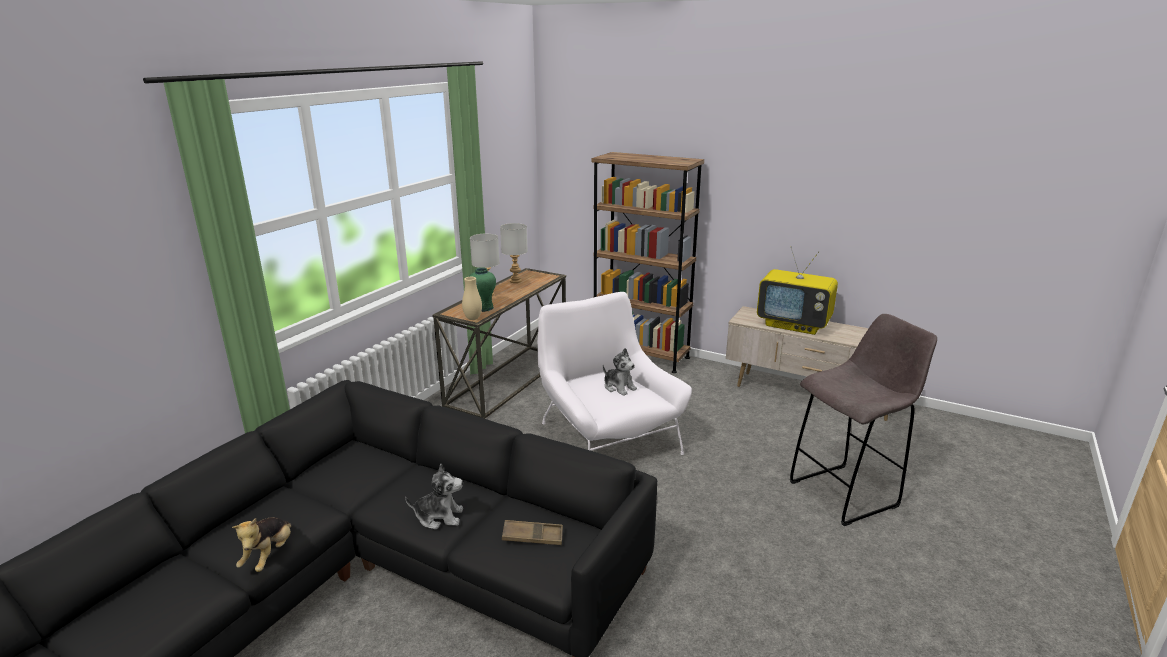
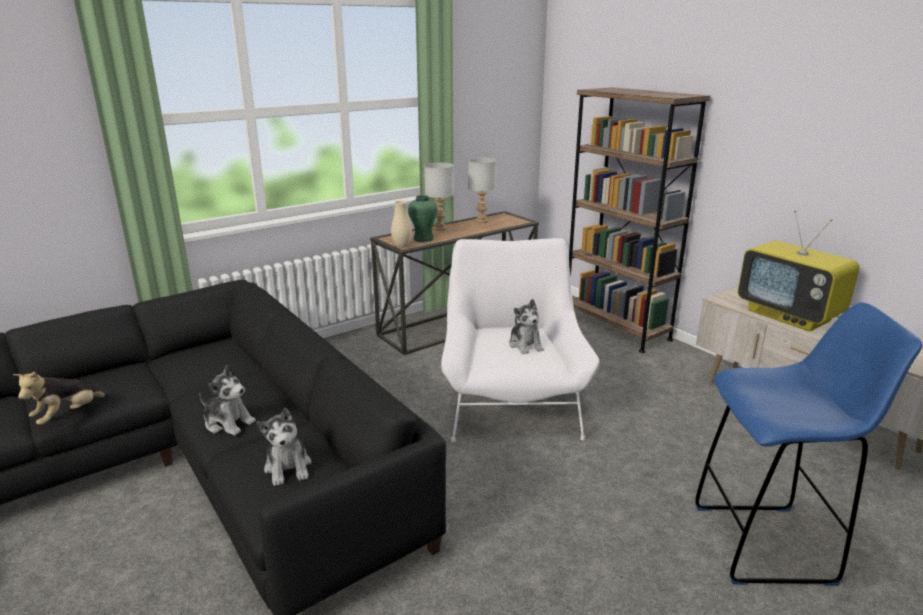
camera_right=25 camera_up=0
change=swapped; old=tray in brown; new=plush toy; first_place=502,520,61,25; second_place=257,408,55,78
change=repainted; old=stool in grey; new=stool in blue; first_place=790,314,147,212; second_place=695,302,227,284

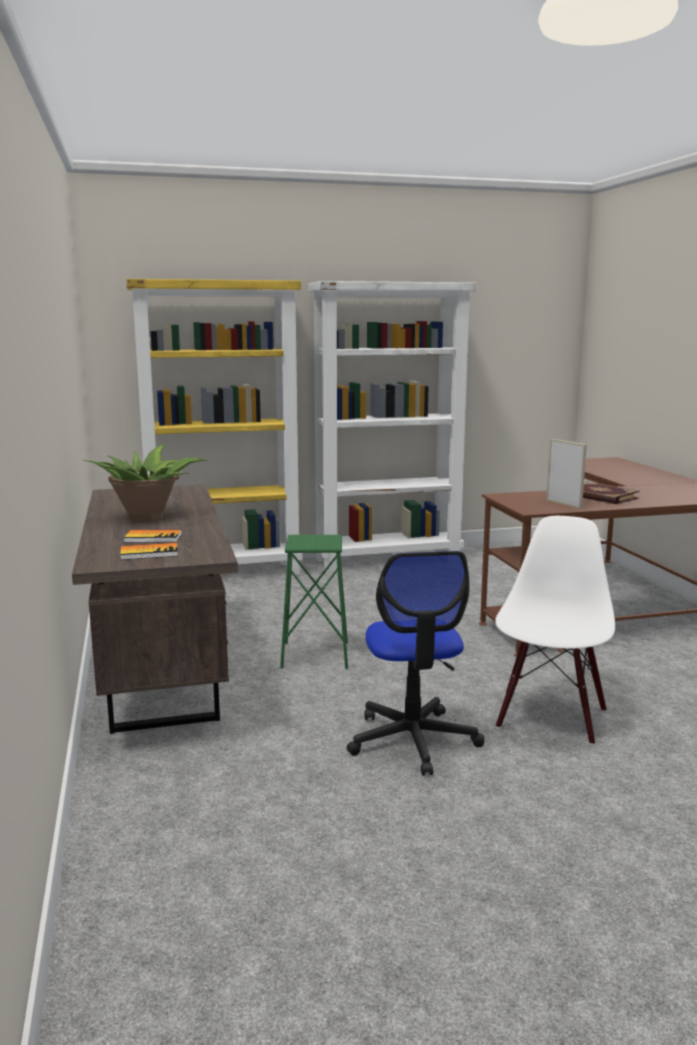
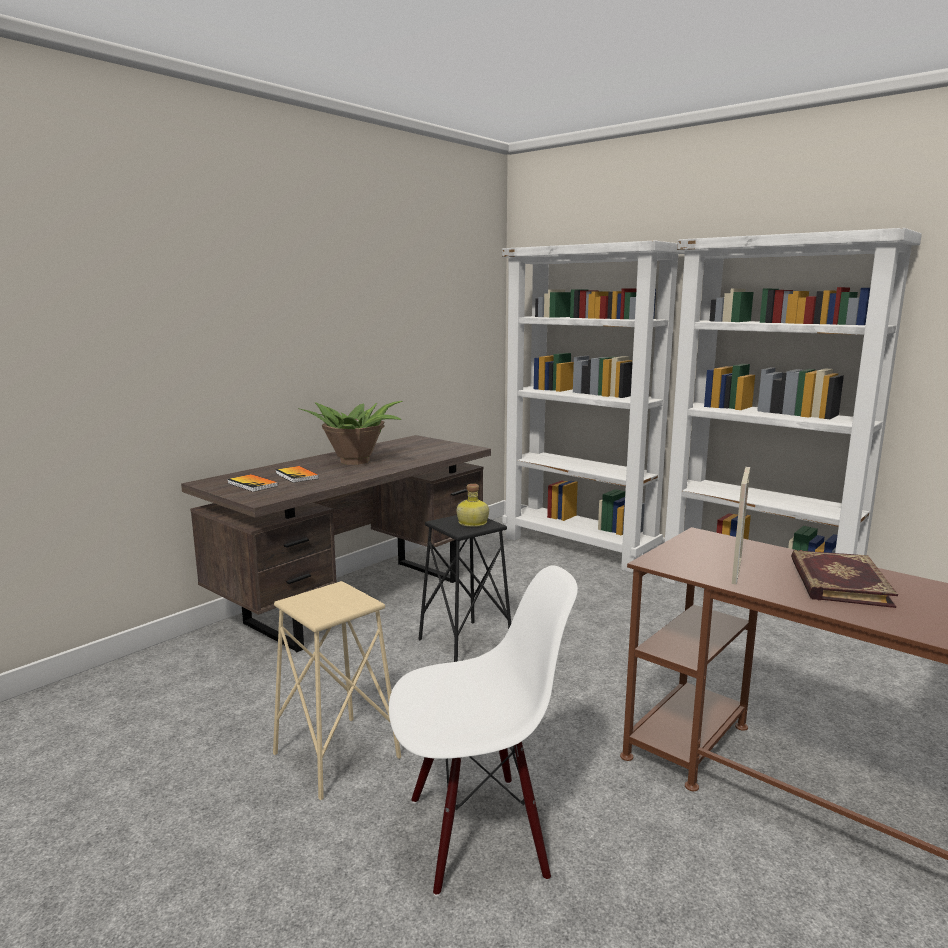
camera_right=55 camera_up=0
change=repainted; old=bookcase in yellow; new=bookcase in white; first_place=126,279,177,297; second_place=502,240,183,333
change=repainted; old=stool in green; new=stool in black; first_place=280,535,68,134; second_place=419,515,92,147
change=swapped; old=office chair; new=stool in beige; first_place=347,551,138,225; second_place=273,581,128,219
change=new; new=bottle; second_place=457,484,32,43

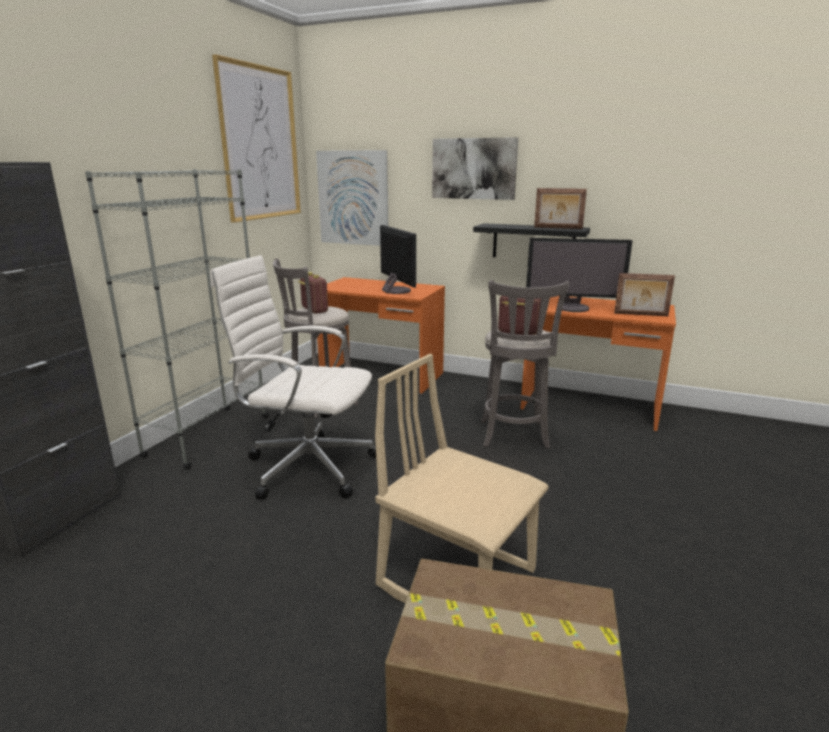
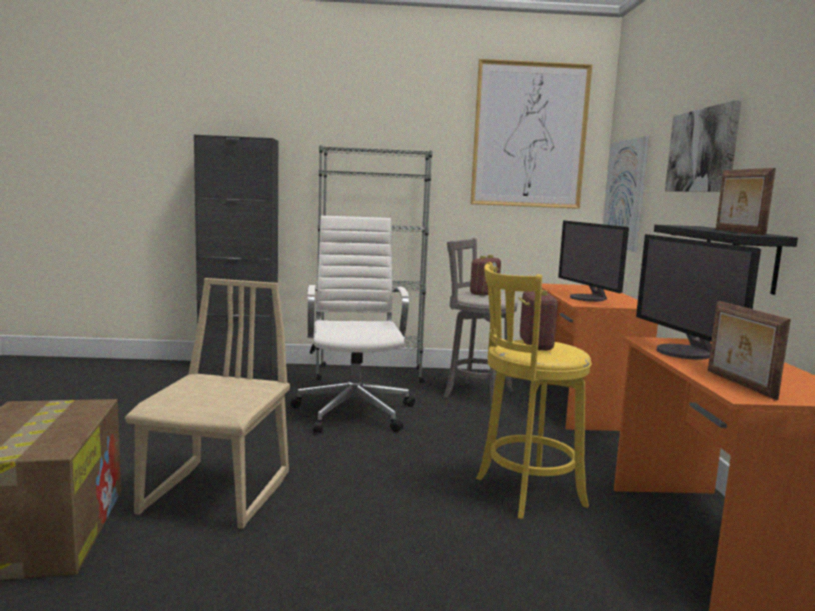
camera_right=65 camera_up=-10
change=rotated; old=monitor; first_place=380,225,36,69; second_place=558,220,71,82; degrees=120
change=repainted; old=stool in grey; new=stool in yellow; first_place=481,280,88,169; second_place=476,262,116,257

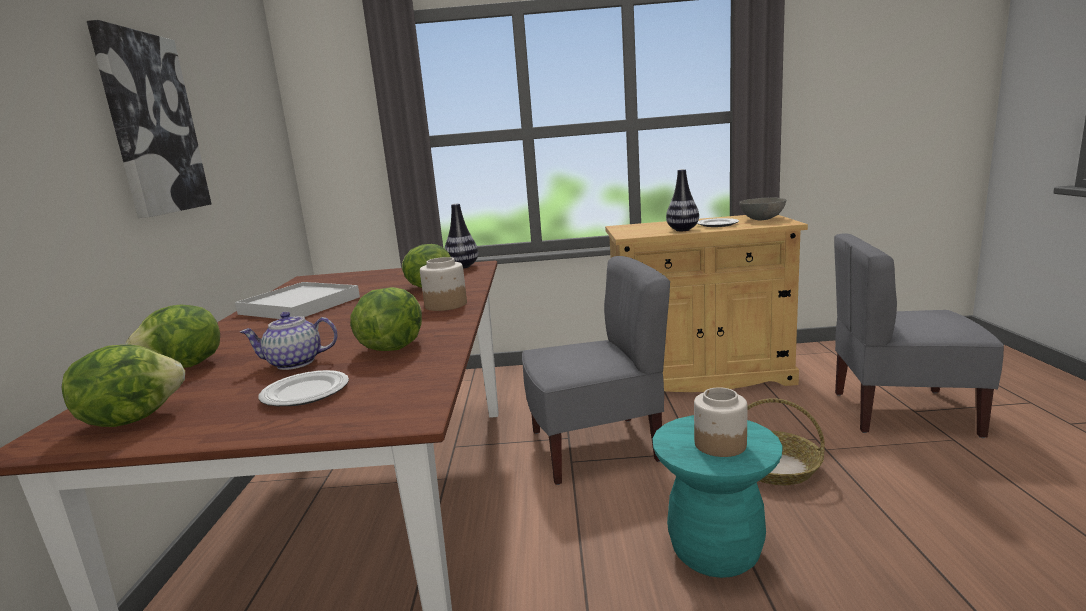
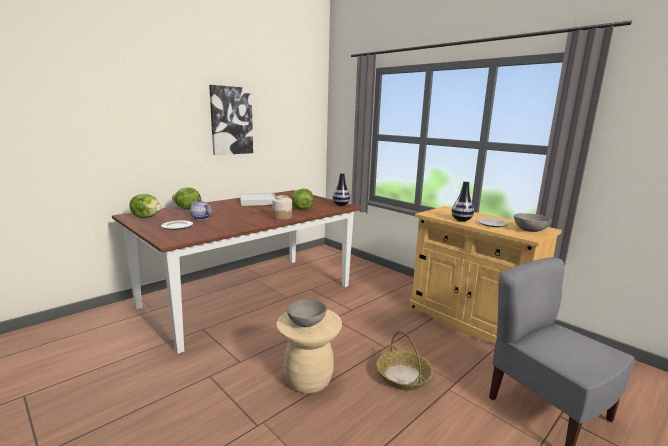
camera_right=45 camera_up=0
change=gone; old=lettuce; first_place=350,287,72,64
change=gone; old=chair in grey; first_place=522,256,148,229
change=repainted; old=stool in turquoise; new=stool in beige; first_place=653,415,130,163; second_place=277,309,65,84
change=swapped; old=jar; new=bowl in grey; first_place=694,387,54,70; second_place=287,299,40,28

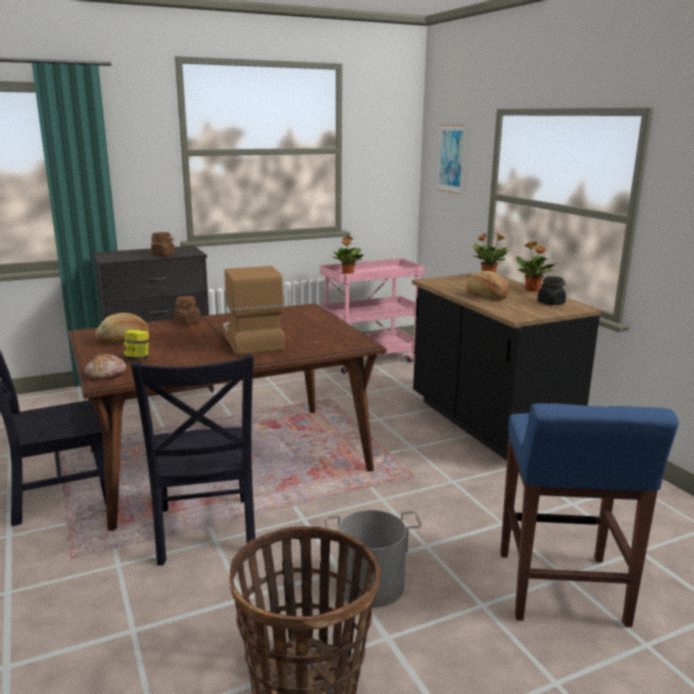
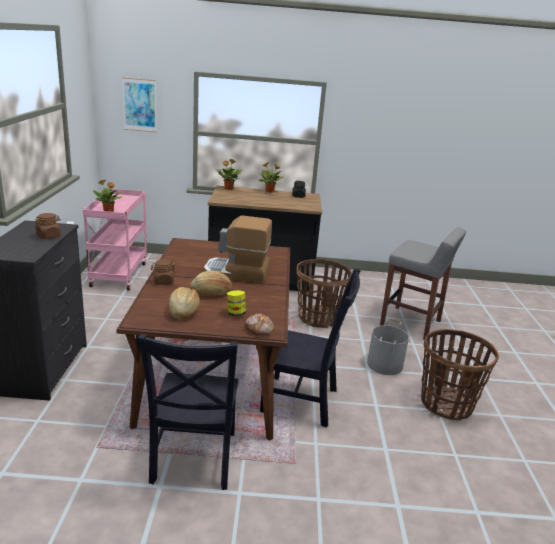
camera_right=-65 camera_up=5
change=shifted; old=bread; first_place=466,271,43,29; second_place=190,271,43,25
change=repainted; old=stool in blue; new=stool in grey; first_place=500,403,179,224; second_place=380,227,86,113
change=new; new=basket; second_place=296,259,56,69

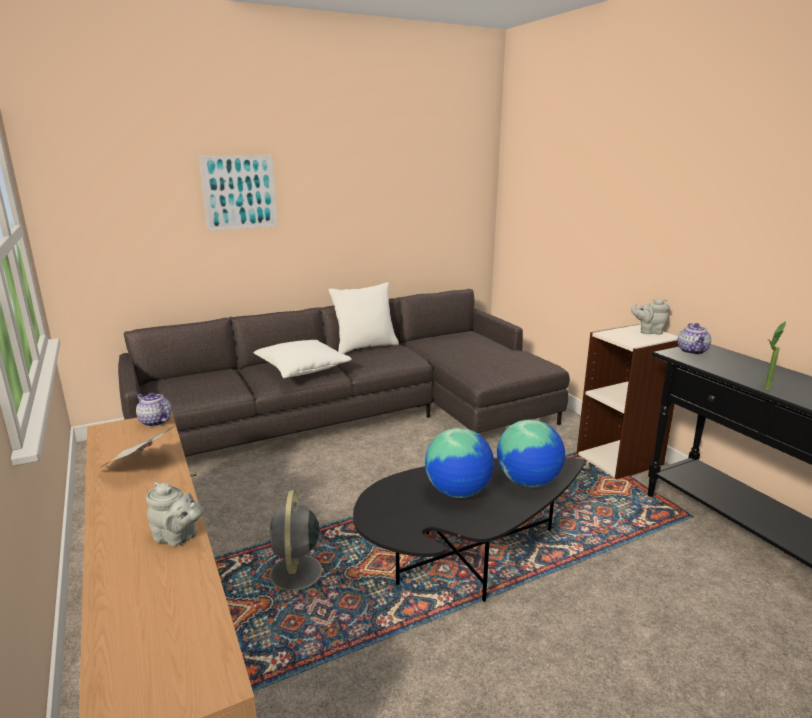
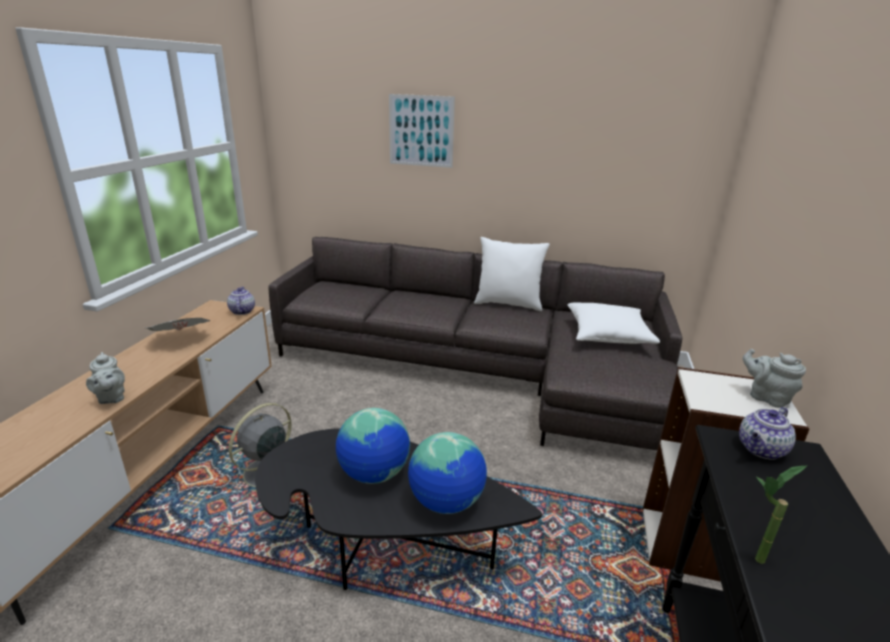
camera_right=40 camera_up=5
change=shifted; old=pillow in white; first_place=253,340,99,38; second_place=567,302,93,42

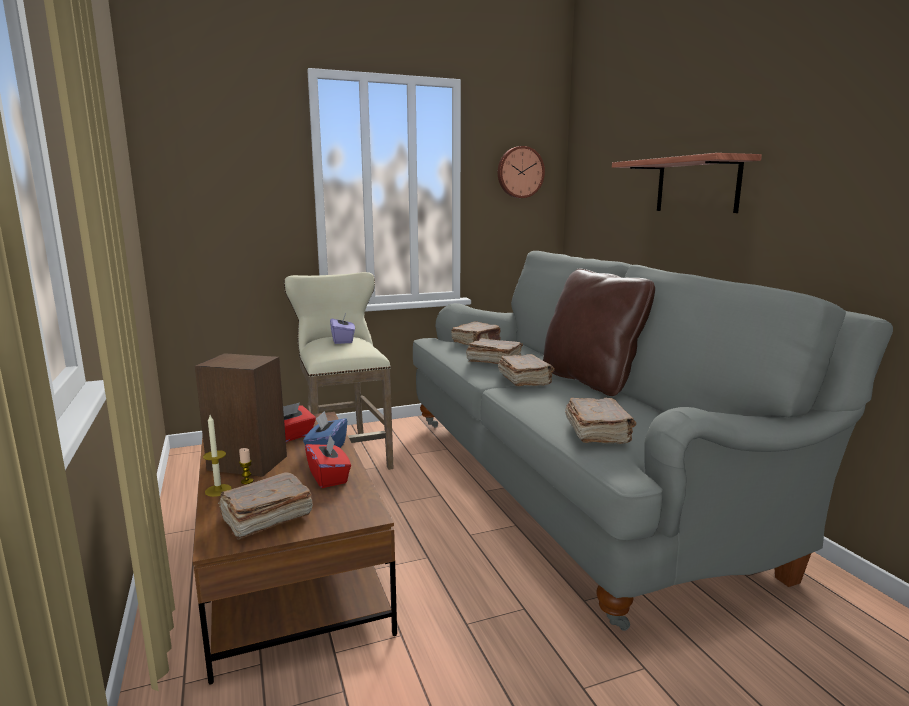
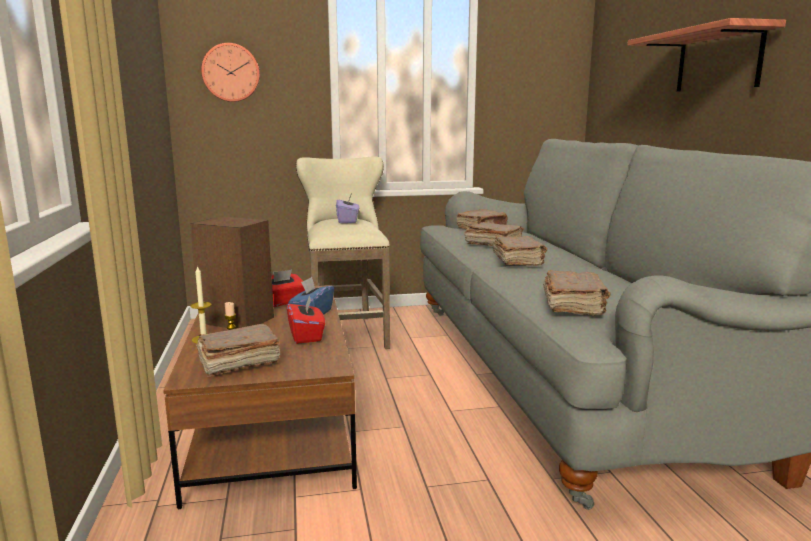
camera_right=10 camera_up=0
change=shifted; old=wall clock; first_place=498,146,47,52; second_place=201,43,59,59
change=gone; old=pillow in brown; first_place=543,269,112,127

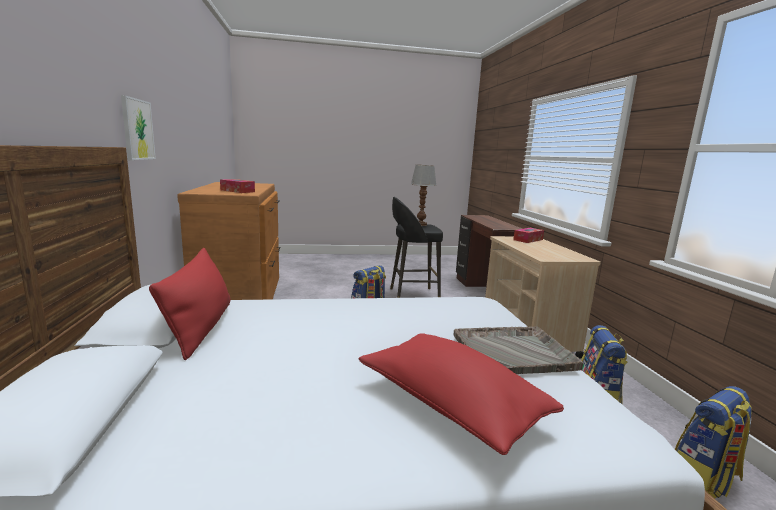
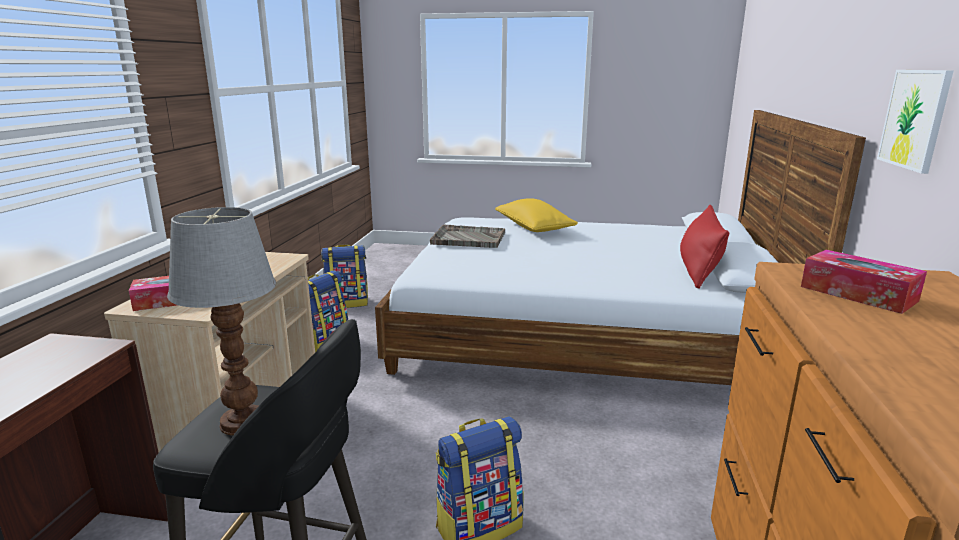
camera_right=-160 camera_up=5
change=repainted; old=pillow in red; new=pillow in yellow; first_place=359,334,205,121; second_place=495,198,83,34

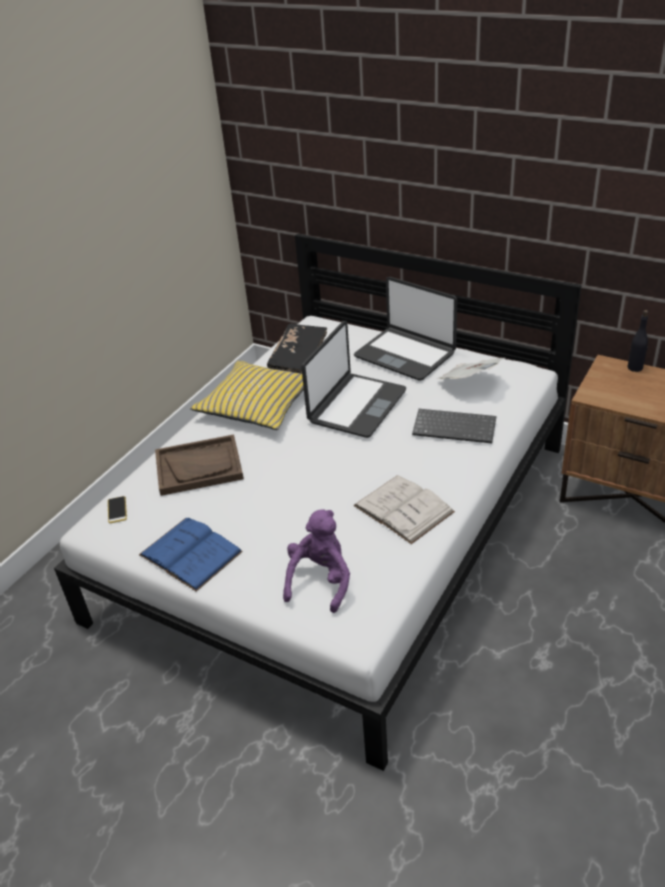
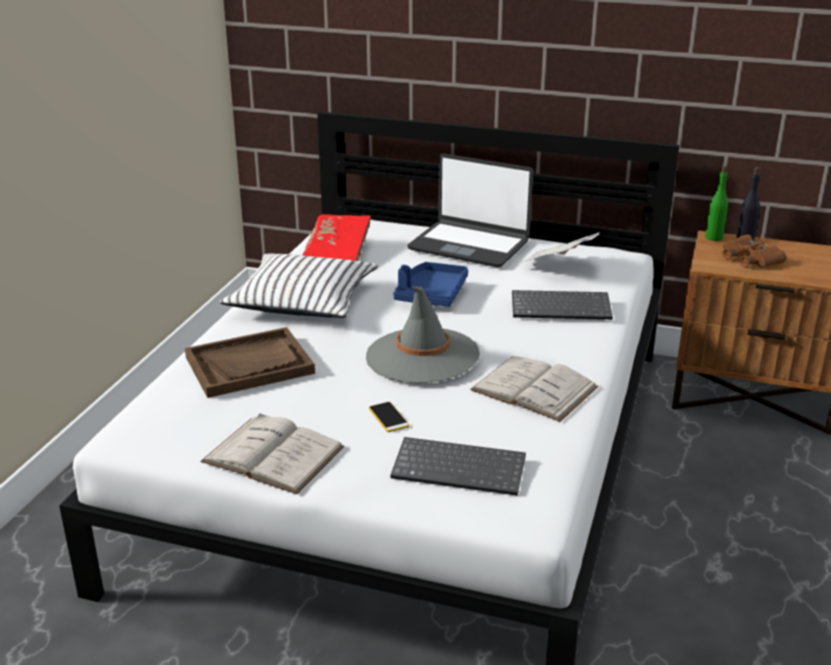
camera_right=-15 camera_up=-10
change=shifted; old=phone; first_place=108,496,19,27; second_place=369,402,40,30
change=repainted; old=book in blue; new=book in white; first_place=139,518,104,73; second_place=200,413,144,81
change=repainted; old=pillow in yellow; new=pillow in white; first_place=190,361,114,69; second_place=220,253,158,65
change=repainted; old=book in black; new=book in red; first_place=267,323,60,51; second_place=302,214,69,47
change=swapped; old=plush toy in purple; new=keyboard; first_place=283,510,67,103; second_place=390,437,136,59
change=swapped; old=laptop; new=tray in blue; first_place=301,321,105,117; second_place=394,262,74,45
change=new; new=hat in grey; second_place=366,287,114,96
change=new; new=bottle in green; second_place=705,166,23,75
change=new; new=binoculars in brown; second_place=722,235,64,32

